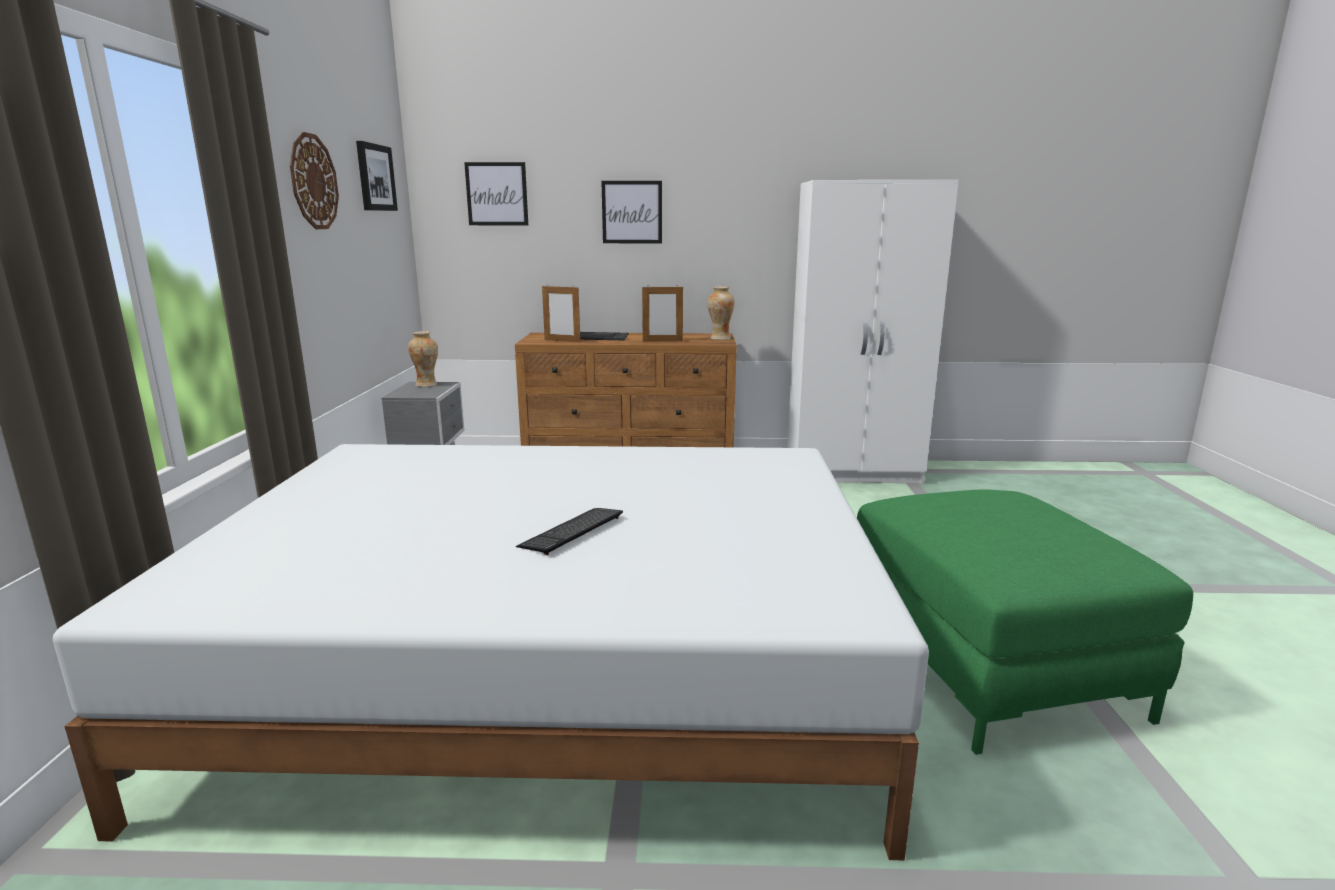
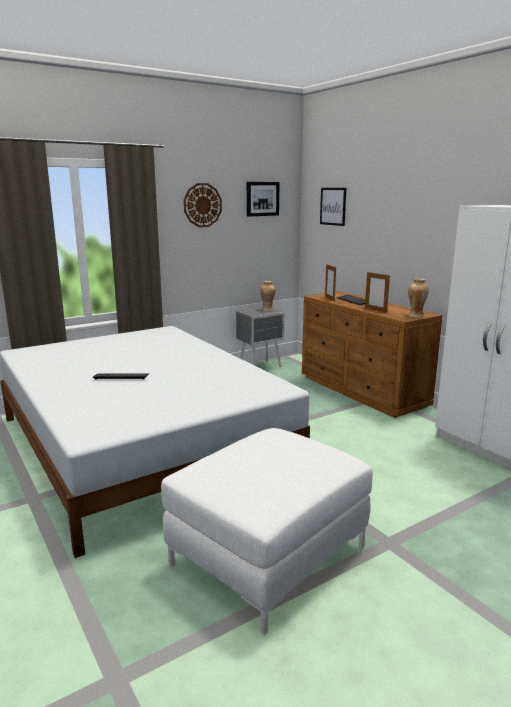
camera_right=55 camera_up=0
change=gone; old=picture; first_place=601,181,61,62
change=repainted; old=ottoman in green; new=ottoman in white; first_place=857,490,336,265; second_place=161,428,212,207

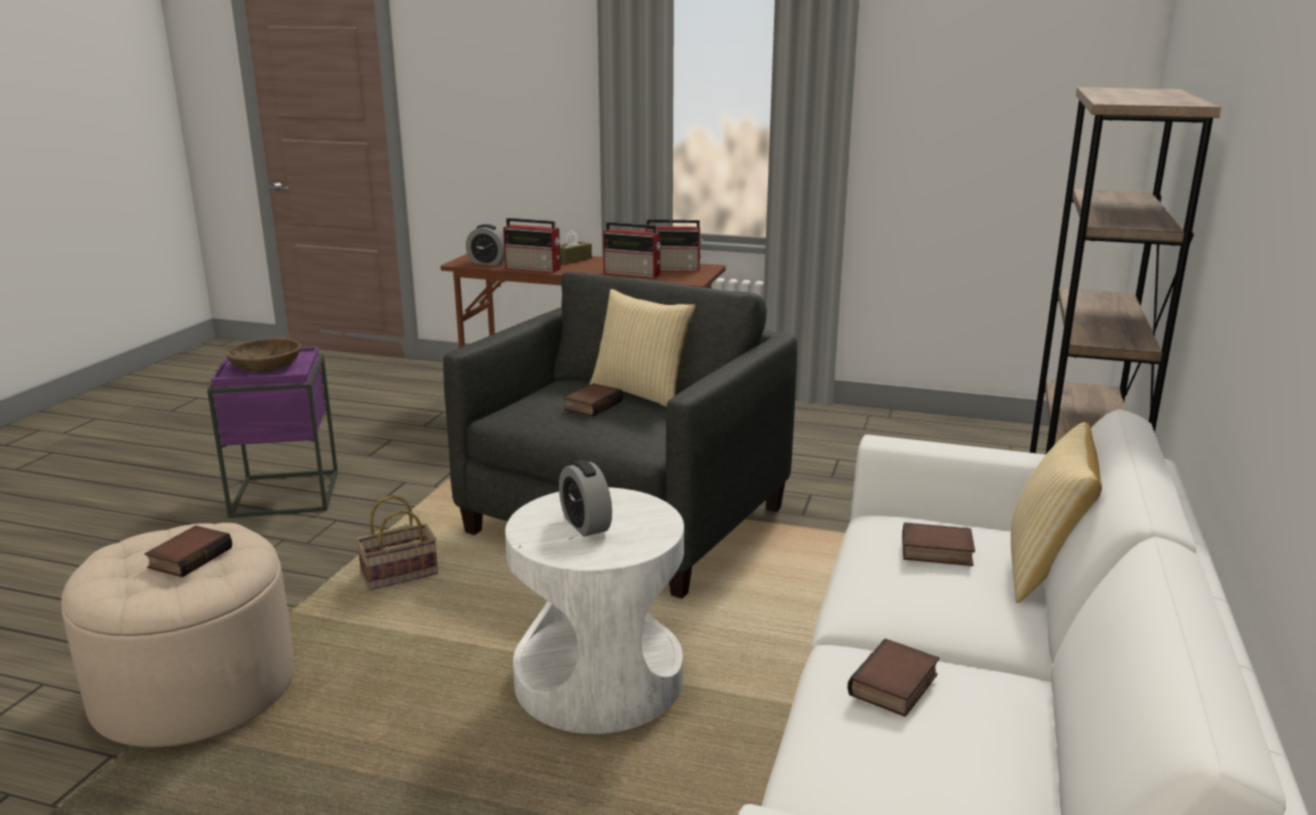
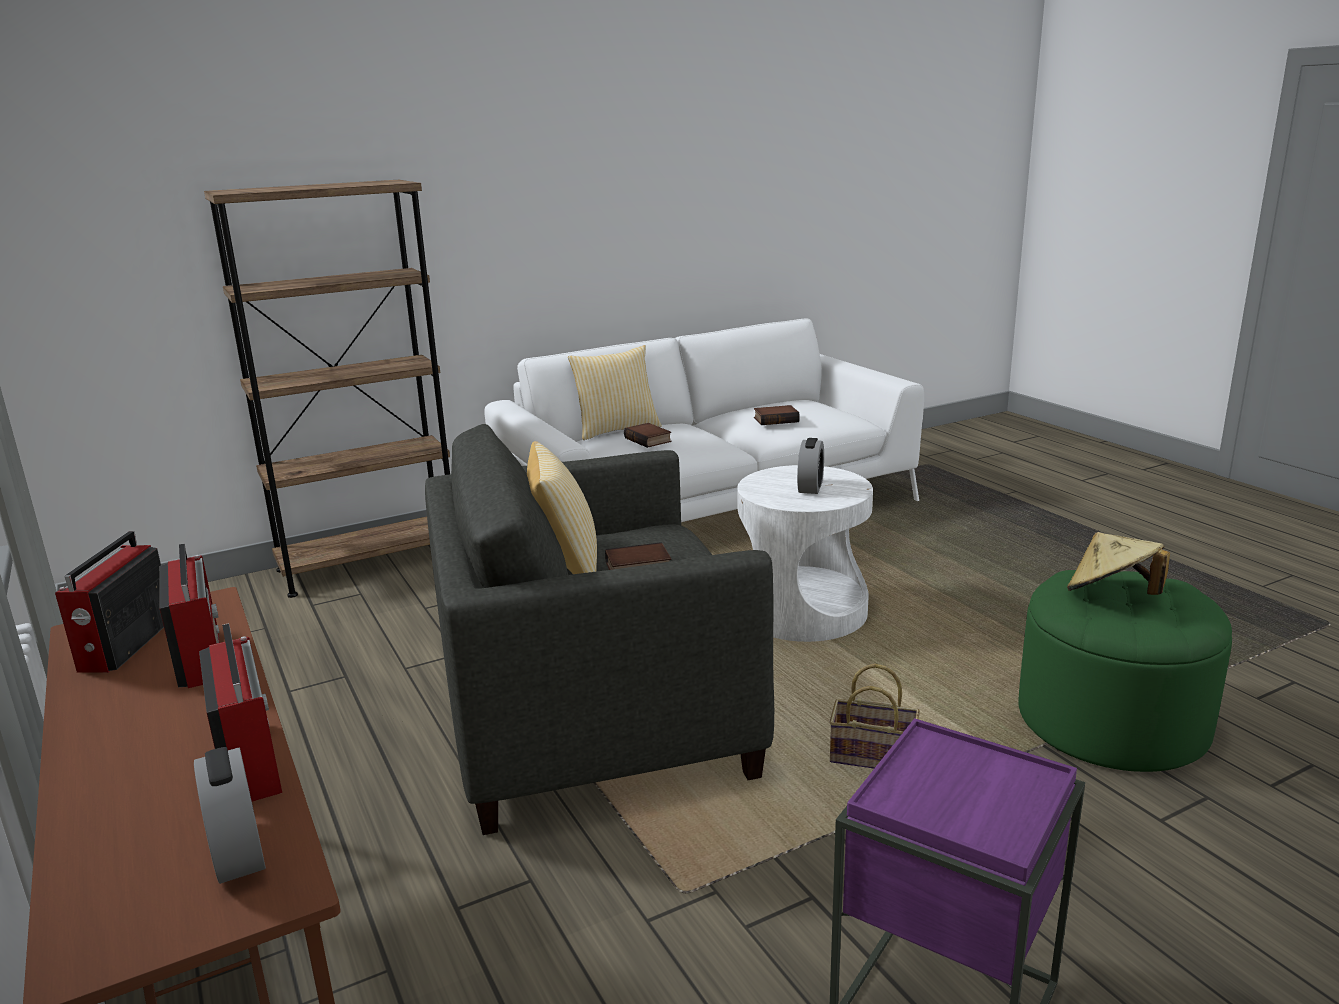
camera_right=-135 camera_up=0
change=repainted; old=ottoman in beige; new=ottoman in green; first_place=61,523,234,225; second_place=1018,570,214,202
change=swapped; old=book; new=hat in beige; first_place=145,525,87,52; second_place=1067,532,103,63
change=gone; old=bowl in brown; first_place=226,338,75,34
change=gone; old=tissue box in brown; first_place=560,230,32,34
change=rotated; old=radio; first_place=646,219,57,53; second_place=55,531,109,142; degrees=-135

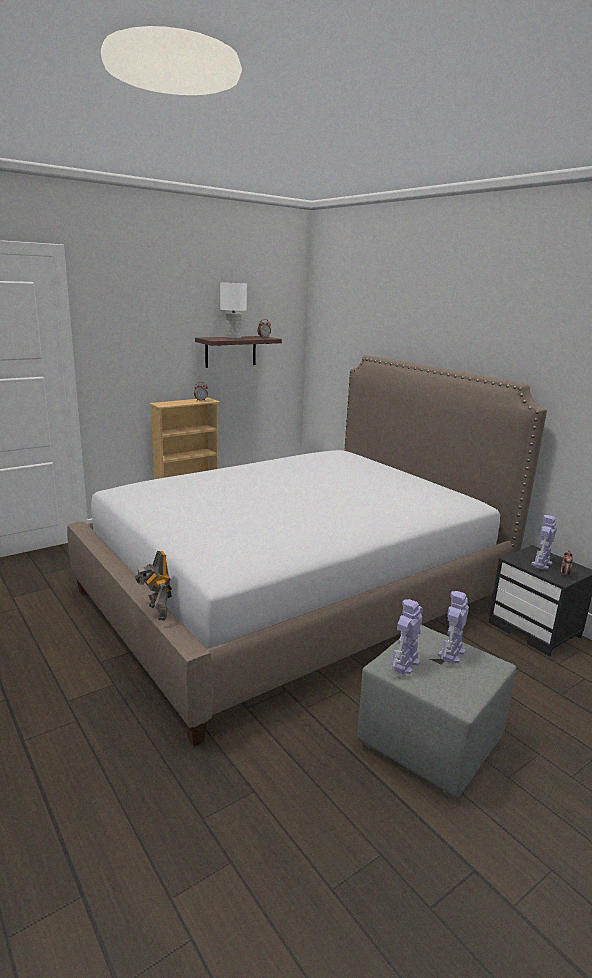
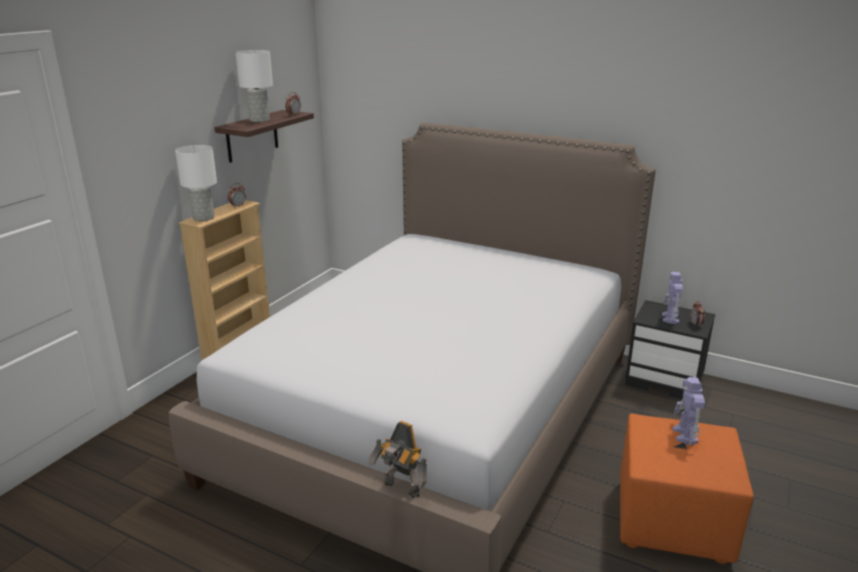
camera_right=-25 camera_up=5
change=repainted; old=ottoman in grey; new=ottoman in orange; first_place=357,625,159,172; second_place=620,414,134,150
change=gone; old=toy robot; first_place=390,599,33,76
change=new; new=table lamp in white; second_place=175,145,42,76

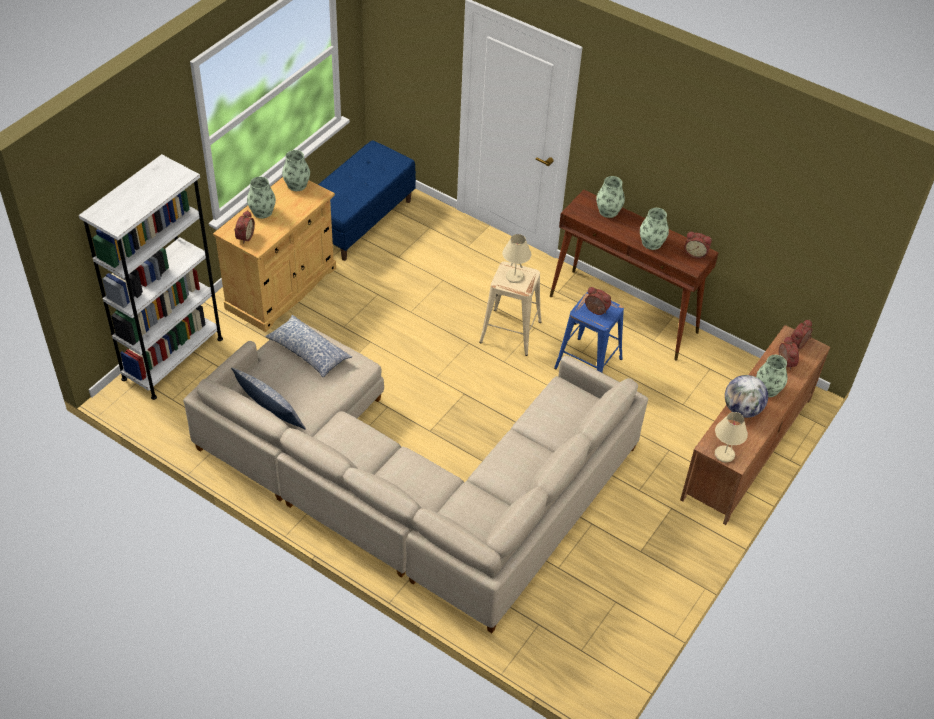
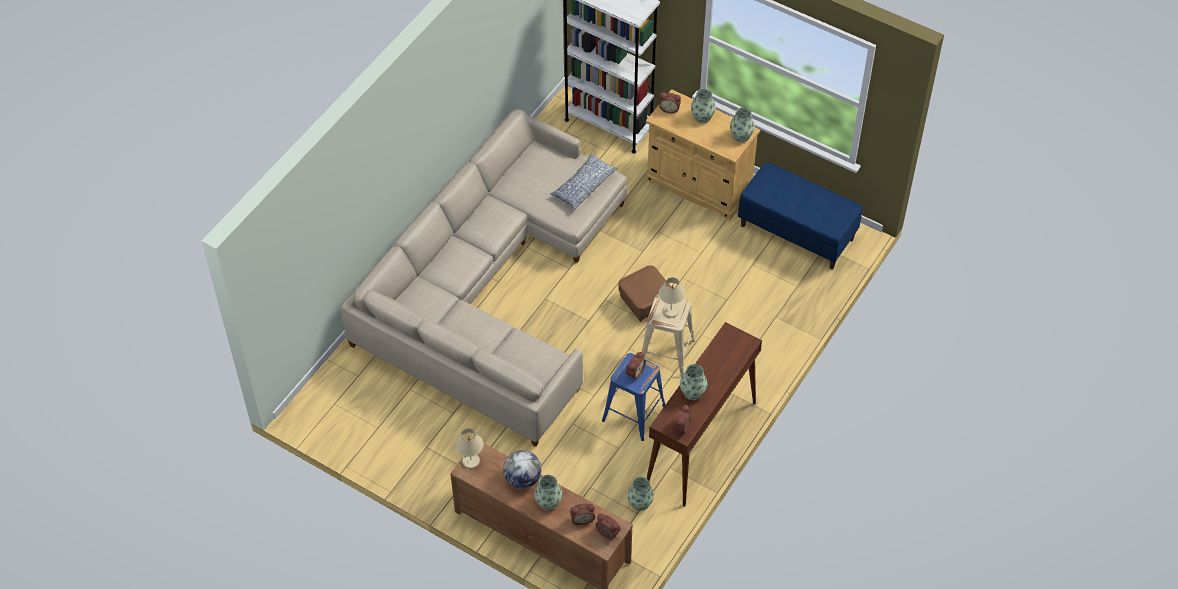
camera_right=90 camera_up=5
change=gone; old=pillow; first_place=231,367,75,63
change=shifted; old=vase; first_place=596,176,29,42; second_place=627,477,27,34
change=new; new=ottoman in brown; second_place=619,265,52,57

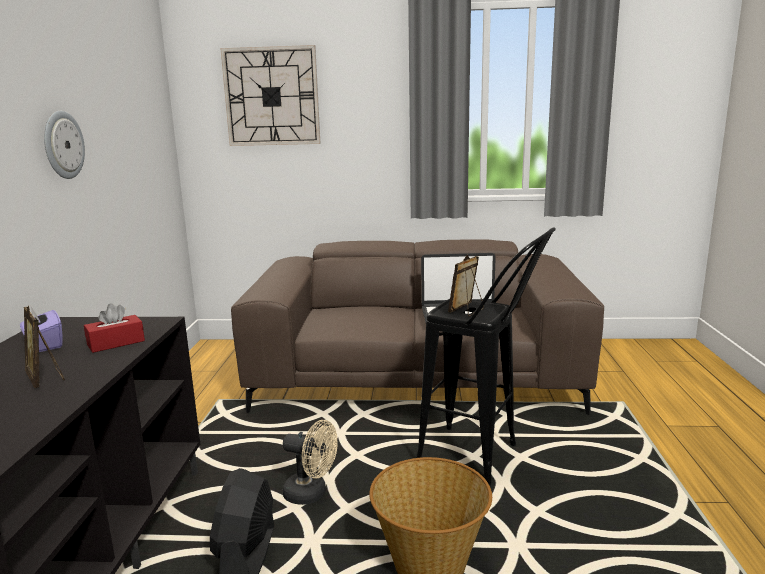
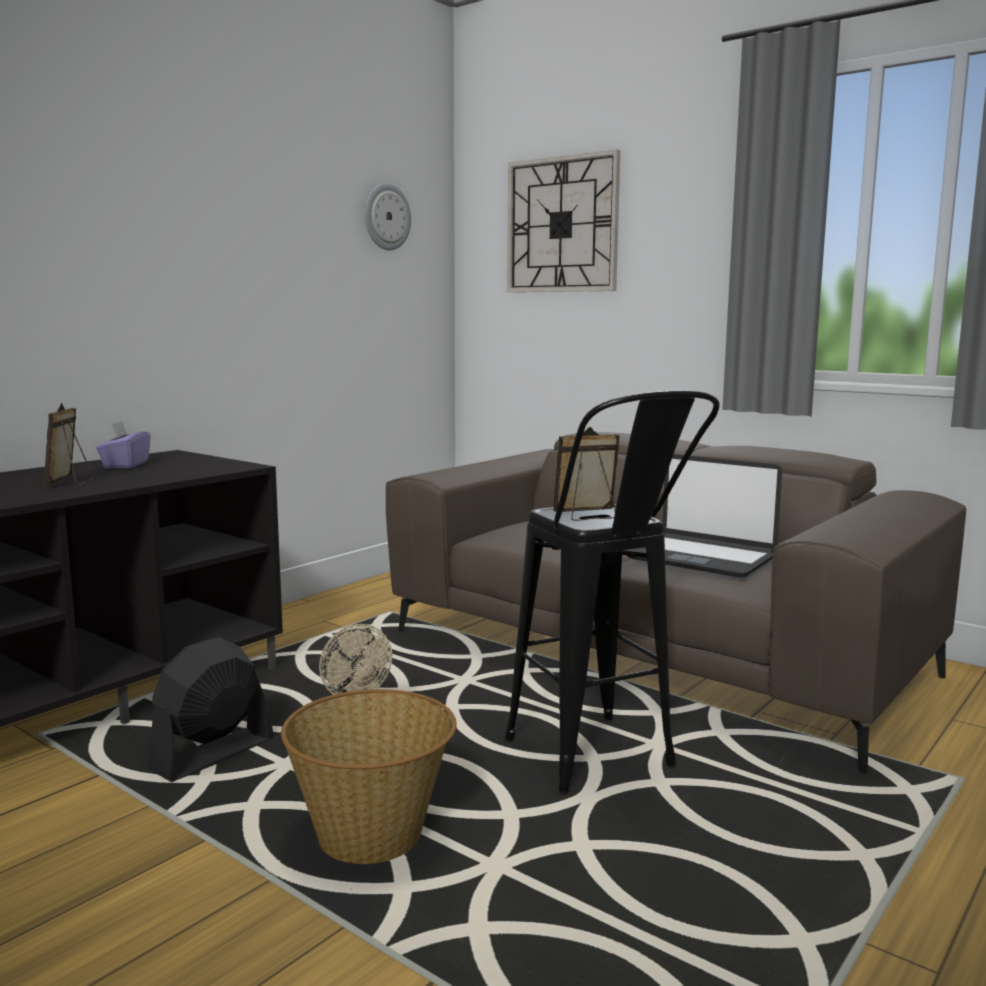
camera_right=35 camera_up=-5
change=shifted; old=wall clock; first_place=44,111,41,68; second_place=365,183,46,67
change=gone; old=tissue box in red; first_place=84,303,61,50

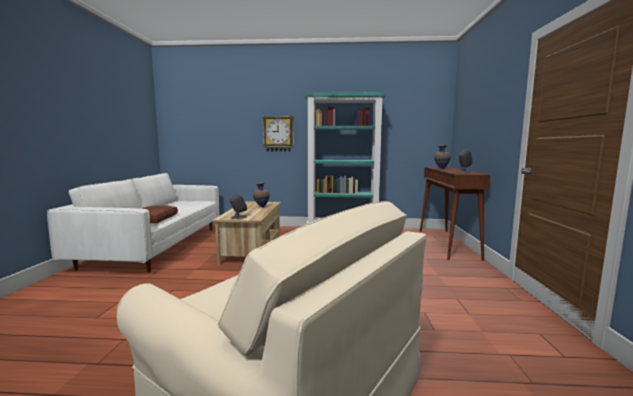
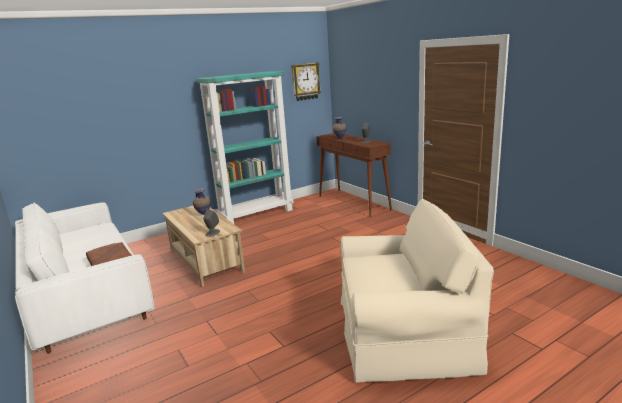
camera_right=-35 camera_up=10
change=shifted; old=wall clock; first_place=263,116,31,35; second_place=291,62,30,39

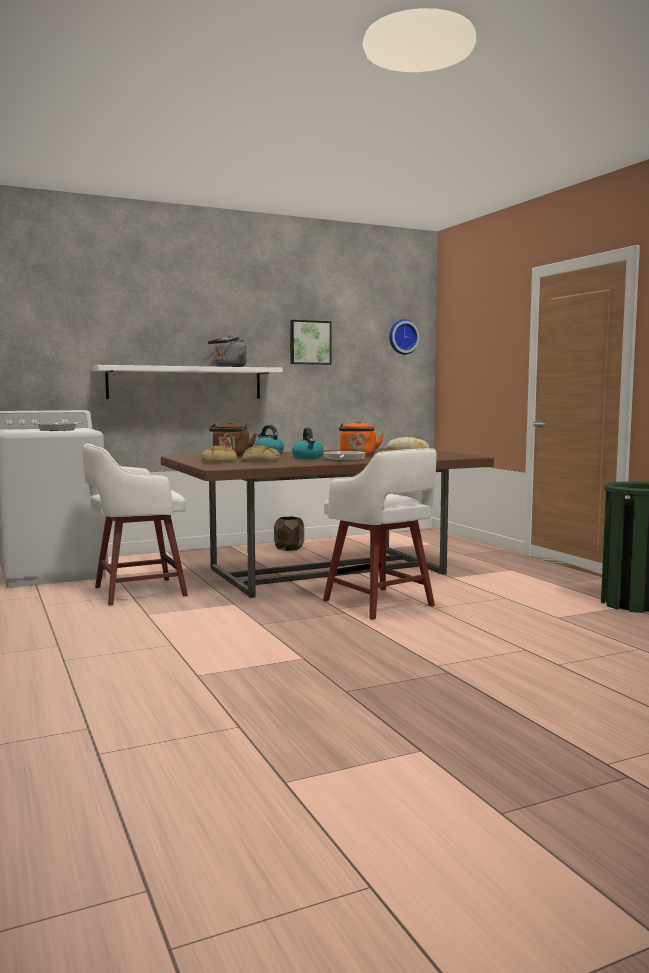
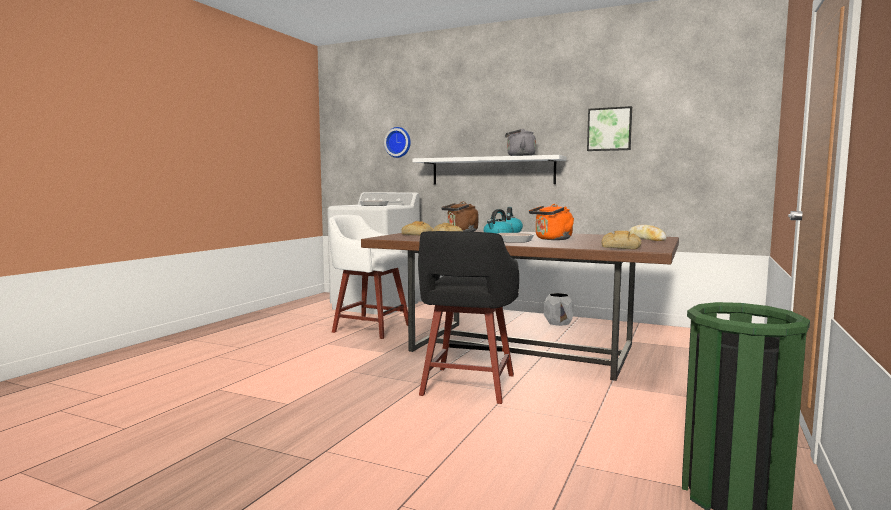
camera_right=50 camera_up=0
change=repainted; old=planter in brown; new=planter in white; first_place=274,516,30,35; second_place=544,293,30,33
change=repainted; old=stool in white; new=stool in black; first_place=323,448,114,172; second_place=418,231,101,173
change=shifted; old=wall clock; first_place=389,319,31,36; second_place=384,127,27,31
change=new; new=bread; second_place=601,231,40,18

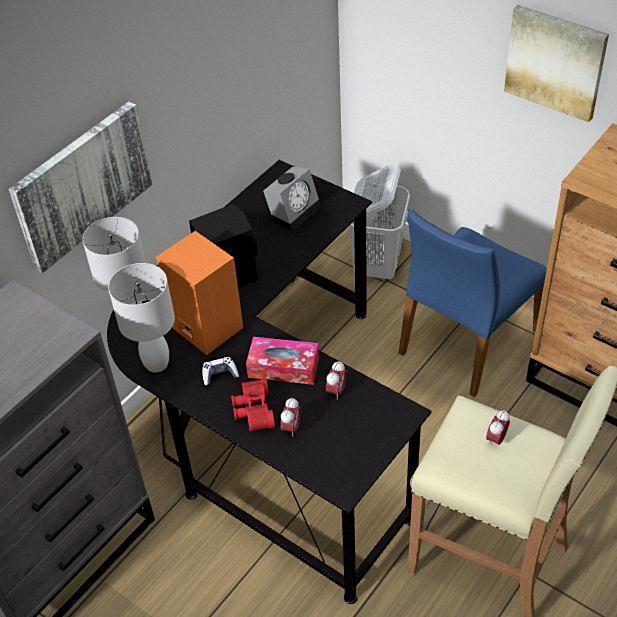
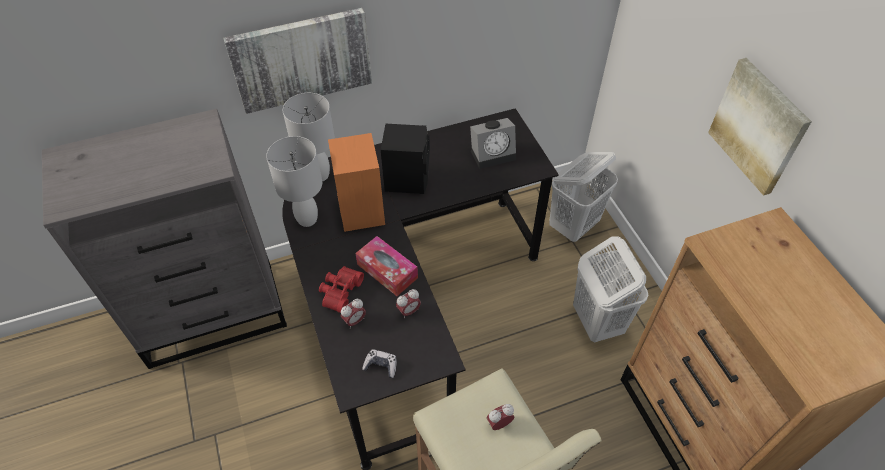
camera_right=30 camera_up=5
change=shifted; old=game controller; first_place=202,357,37,29; second_place=362,349,35,29
change=swapped; old=chair in blue; new=laundry basket in white; first_place=399,209,148,188; second_place=573,236,75,106

